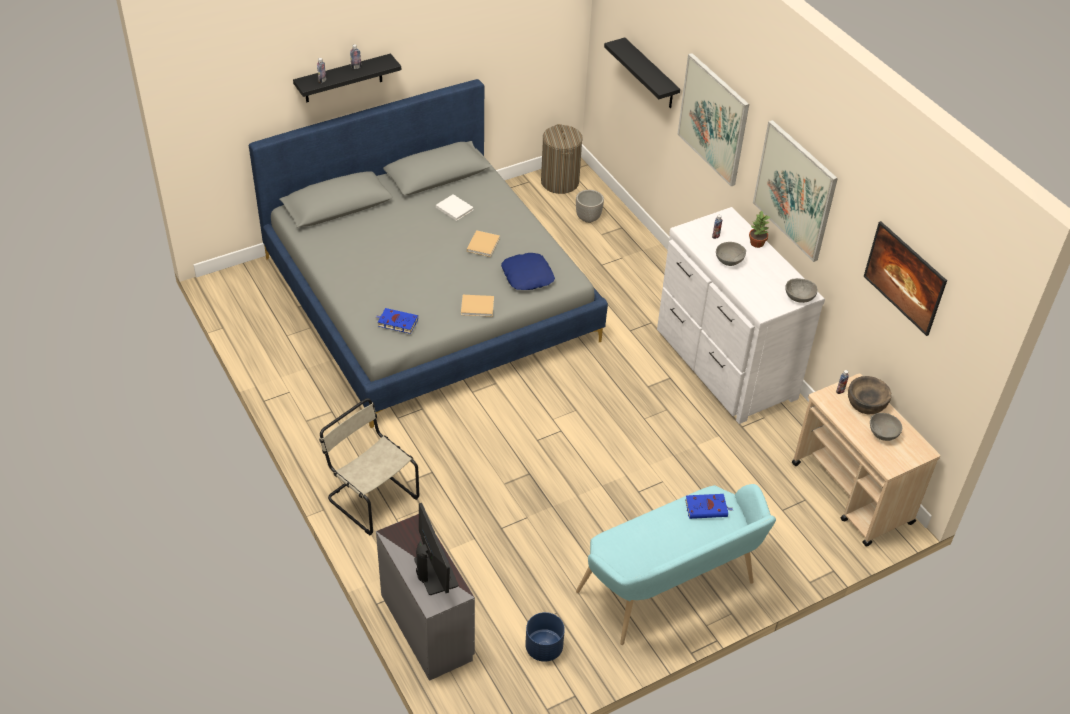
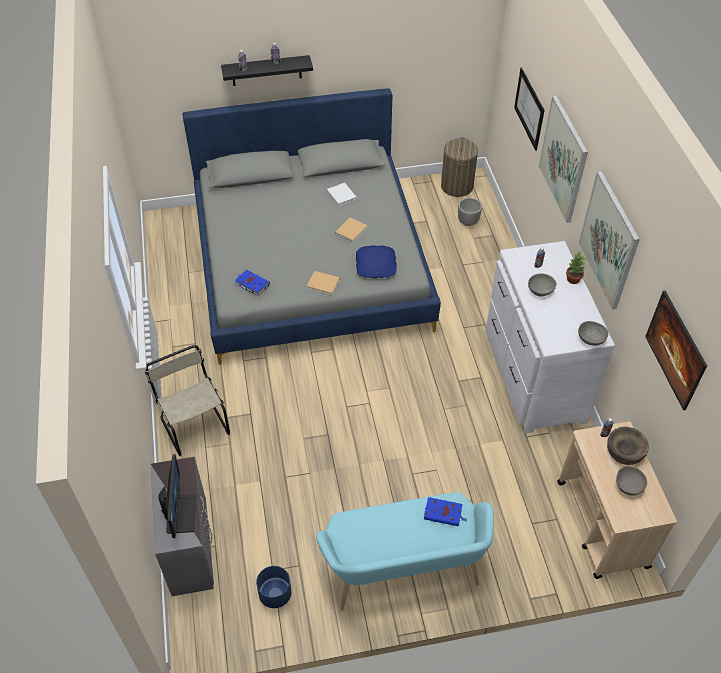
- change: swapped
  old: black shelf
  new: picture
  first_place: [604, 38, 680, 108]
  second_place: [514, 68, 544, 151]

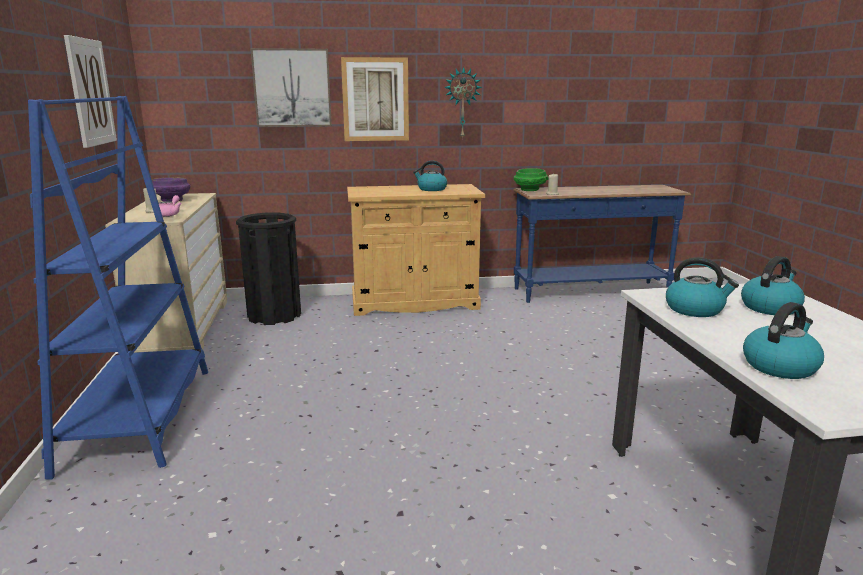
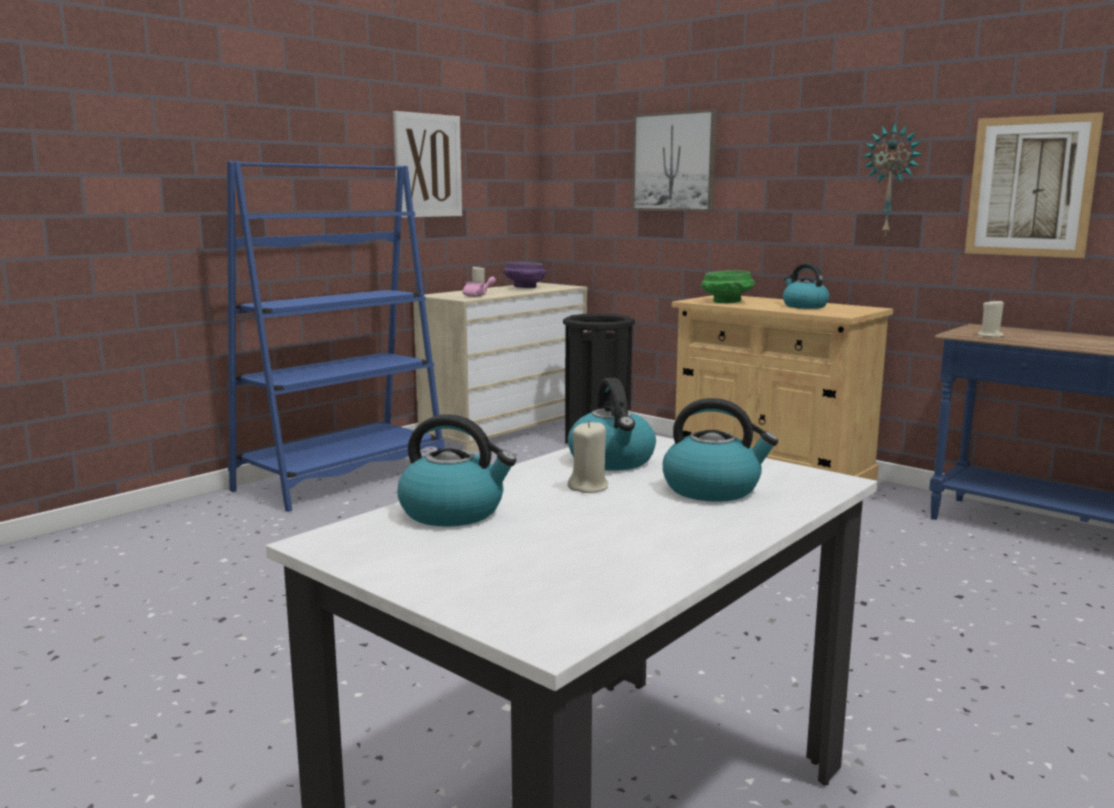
- change: shifted
  old: picture
  first_place: [341, 57, 409, 141]
  second_place: [965, 112, 1104, 258]
- change: shifted
  old: green bowl
  first_place: [513, 168, 549, 191]
  second_place: [701, 270, 755, 303]
- change: new
  new: beige candle
  second_place: [567, 421, 608, 493]

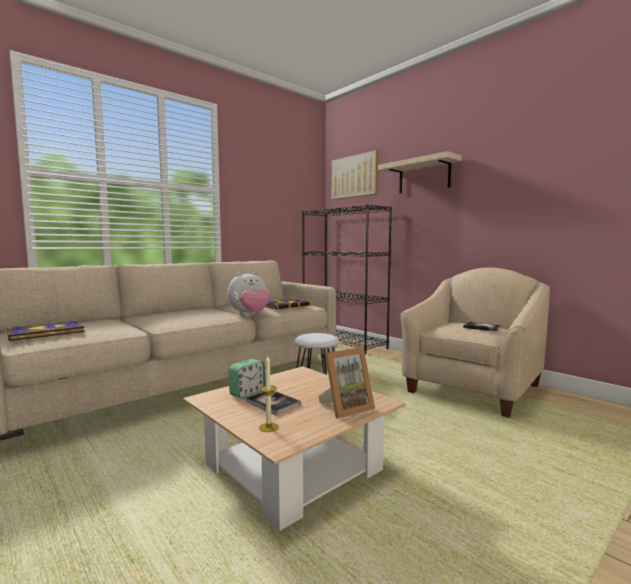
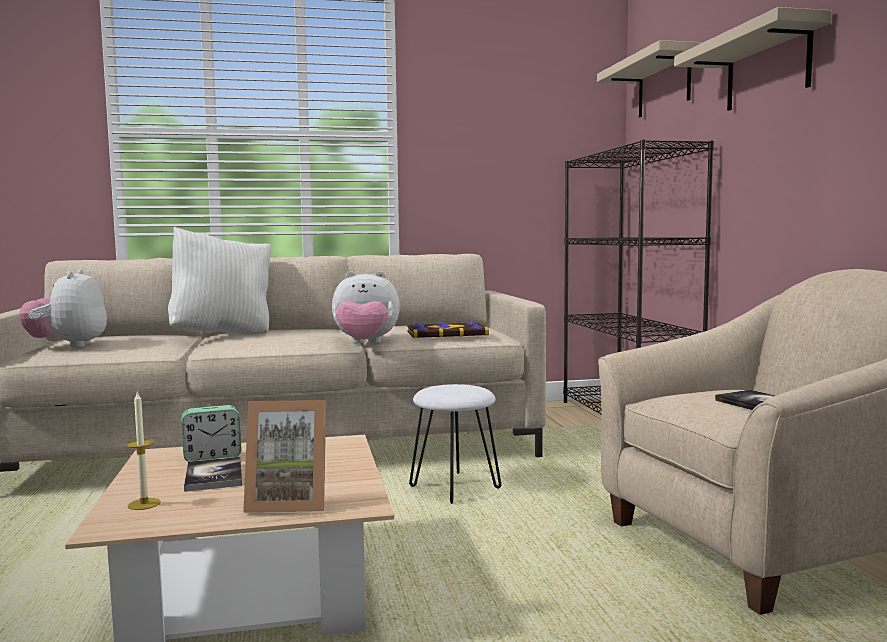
- change: swapped
  old: book
  new: plush toy
  first_place: [7, 321, 85, 341]
  second_place: [19, 270, 107, 348]
- change: swapped
  old: picture
  new: beige shelf
  first_place: [331, 150, 379, 200]
  second_place: [597, 40, 702, 117]
- change: new
  new: white pillow
  second_place: [168, 227, 271, 334]

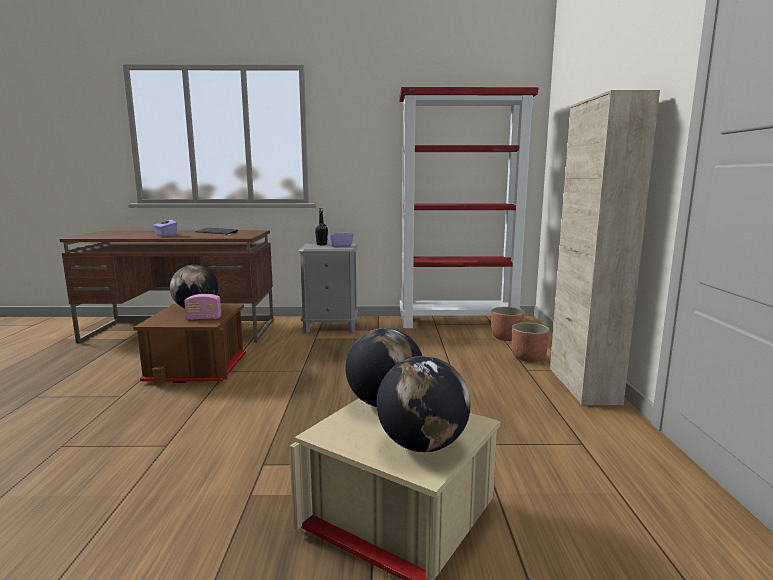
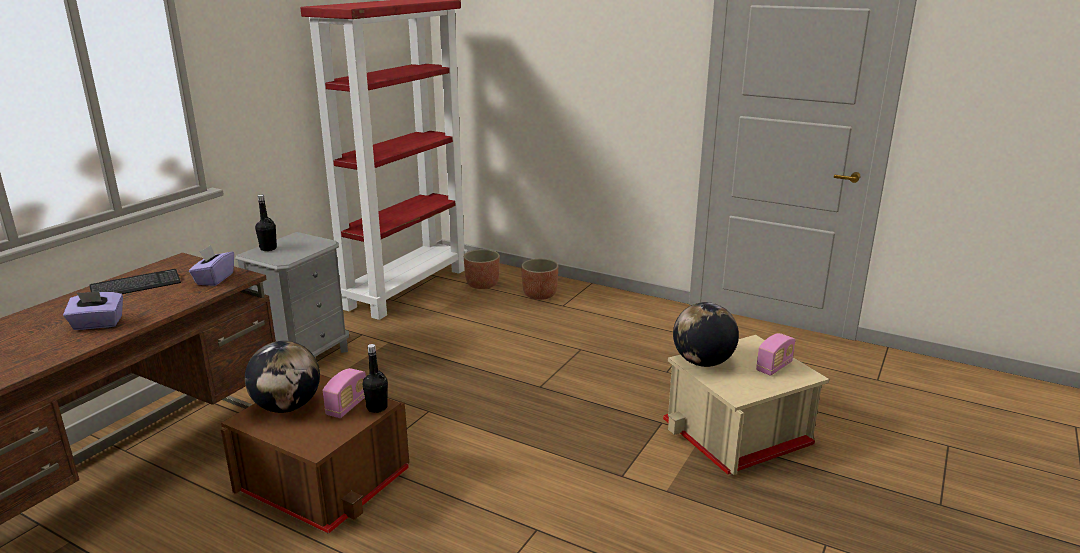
- change: shifted
  old: purple tissue box
  first_place: [327, 227, 354, 247]
  second_place: [189, 245, 234, 286]
- change: swapped
  old: globe
  new: radio
  first_place: [376, 356, 471, 452]
  second_place: [756, 333, 796, 376]
- change: gone
  old: beige cabinet
  first_place: [550, 90, 660, 405]
- change: new
  new: black bottle
  second_place: [363, 344, 388, 413]

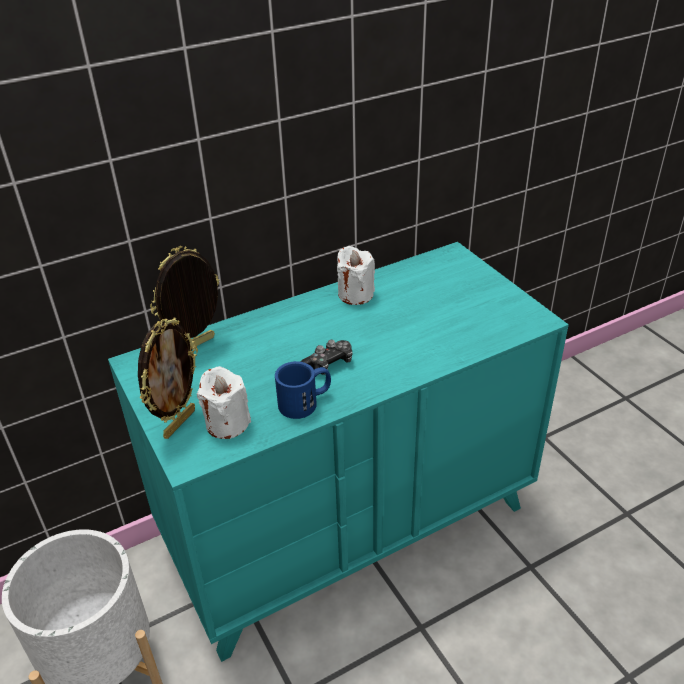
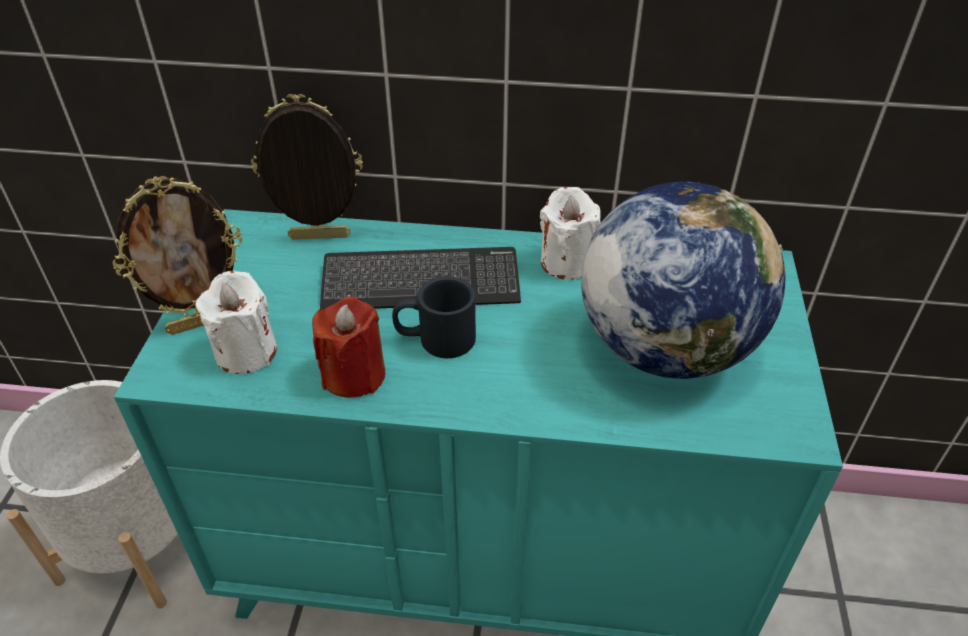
- change: swapped
  old: blue mug
  new: red candle
  first_place: [275, 361, 331, 419]
  second_place: [312, 296, 385, 398]
- change: swapped
  old: game controller
  new: black mug
  first_place: [300, 340, 353, 375]
  second_place: [392, 276, 476, 358]
- change: new
  new: keyboard
  second_place: [320, 247, 521, 309]
- change: new
  new: globe
  second_place: [581, 182, 786, 379]

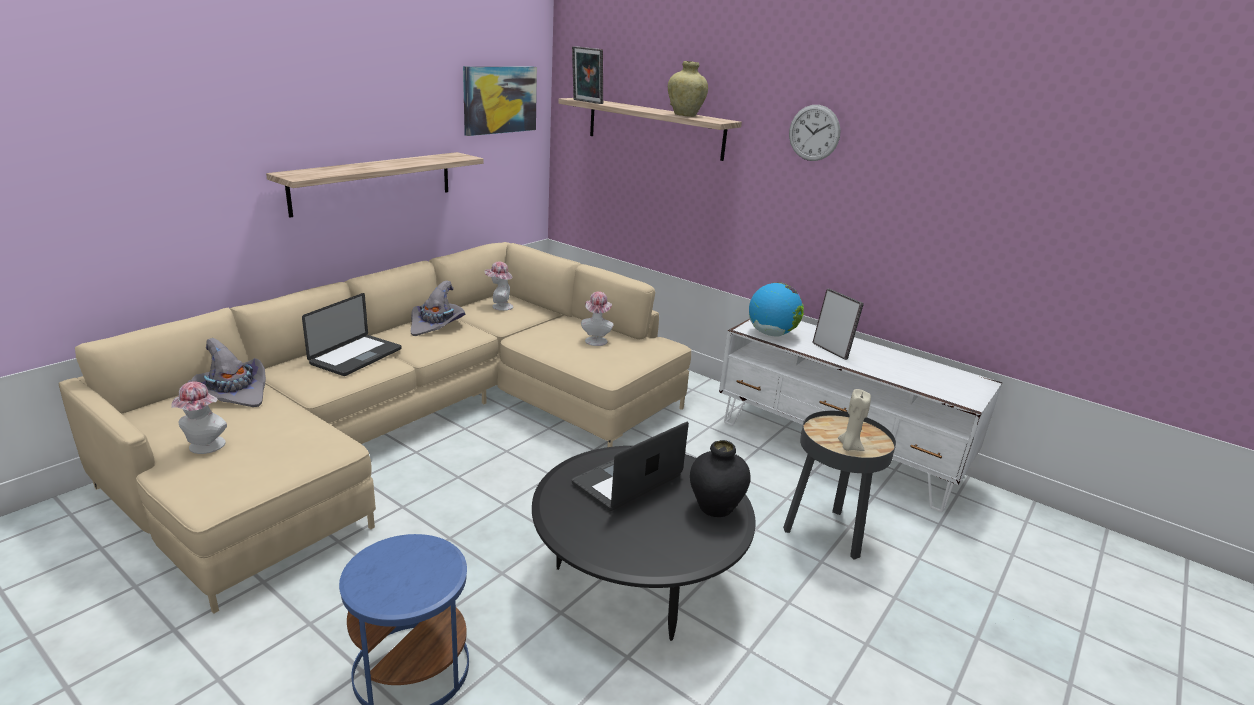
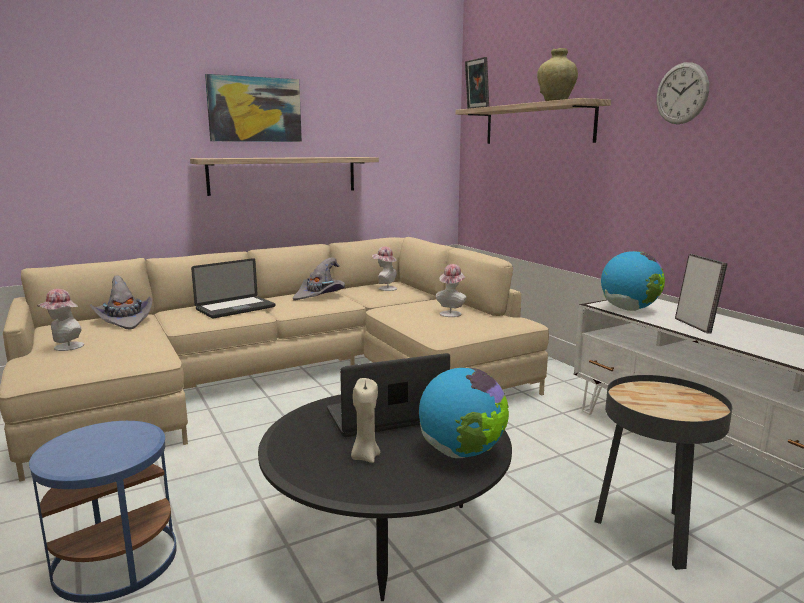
- change: shifted
  old: picture
  first_place: [463, 66, 537, 136]
  second_place: [205, 74, 302, 142]
- change: swapped
  old: black vase
  new: globe
  first_place: [690, 440, 751, 517]
  second_place: [419, 367, 509, 458]
- change: shifted
  old: beige candle
  first_place: [838, 389, 871, 451]
  second_place: [351, 378, 380, 463]

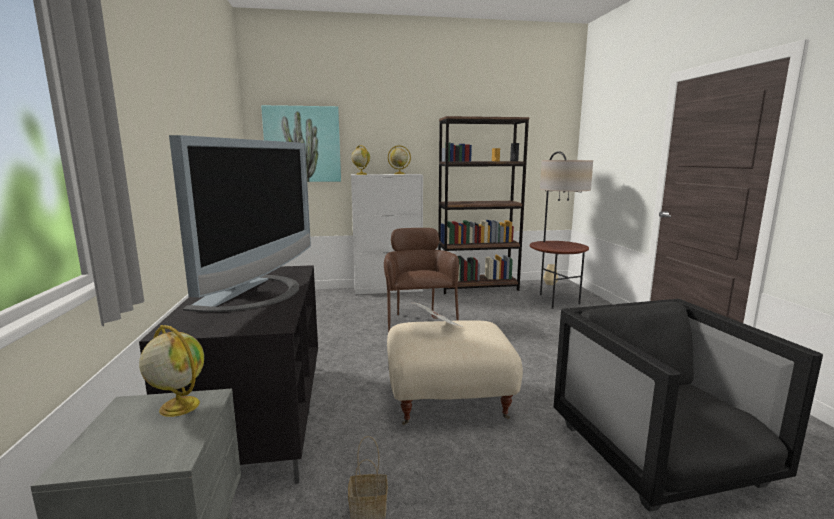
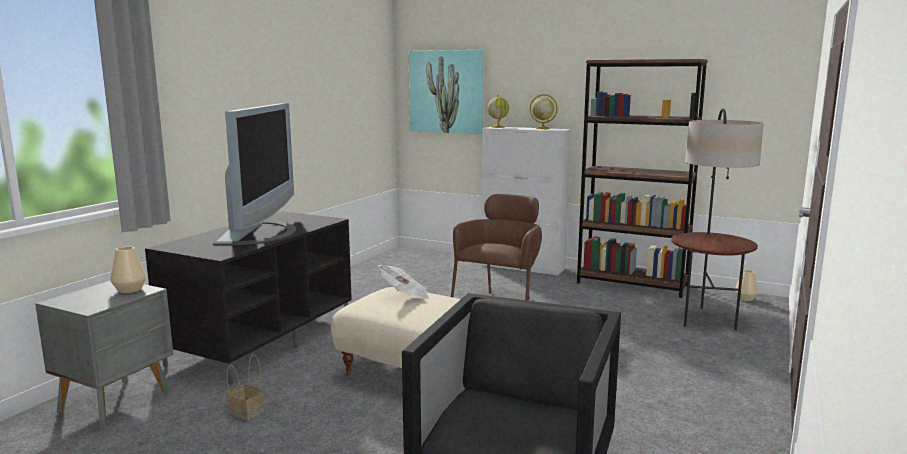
- change: swapped
  old: globe
  new: beige vase
  first_place: [139, 325, 204, 417]
  second_place: [110, 246, 147, 293]
- change: rotated
  old: television
  first_place: [169, 135, 311, 312]
  second_place: [213, 103, 296, 245]
  degrees: -45

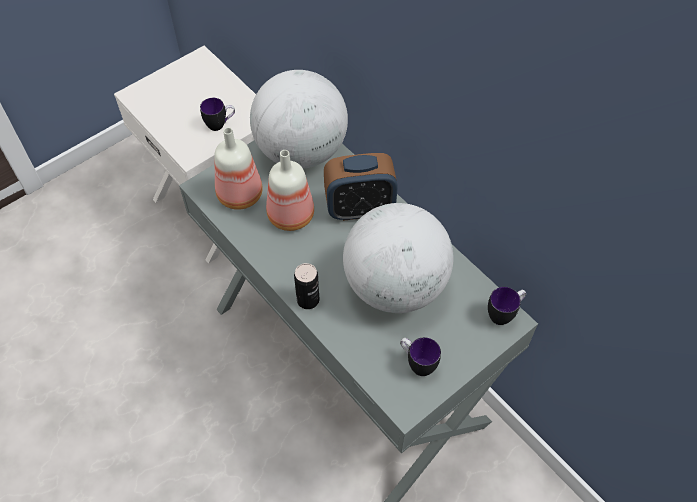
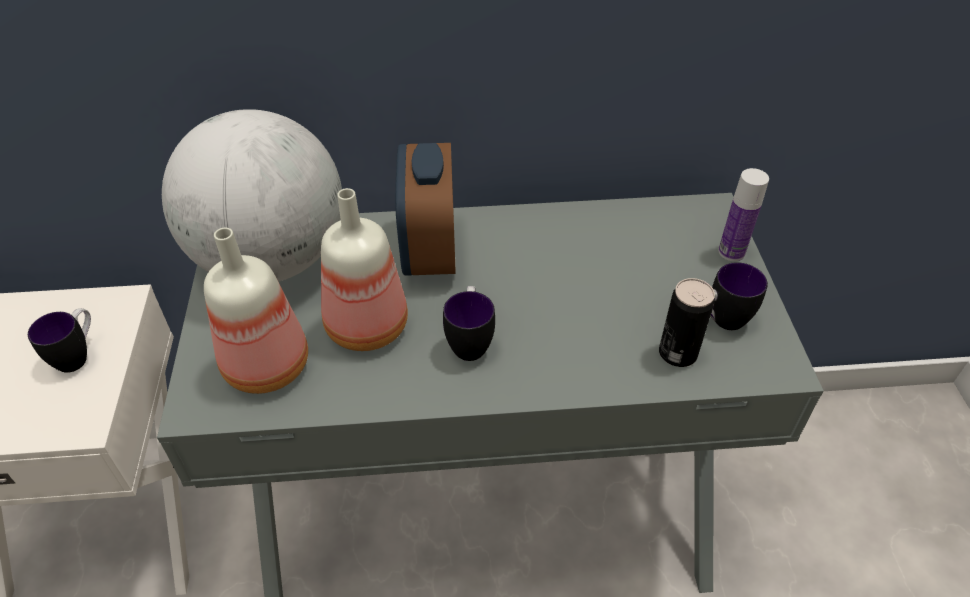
- change: shifted
  old: can
  first_place: [294, 263, 319, 309]
  second_place: [659, 278, 715, 367]
- change: rotated
  old: alarm clock
  first_place: [324, 153, 398, 221]
  second_place: [395, 143, 456, 276]
  degrees: 150
- change: gone
  old: globe
  first_place: [343, 203, 453, 313]
- change: shifted
  old: mug
  first_place: [488, 287, 526, 325]
  second_place: [443, 286, 495, 361]
- change: new
  new: bottle
  second_place: [718, 168, 769, 261]

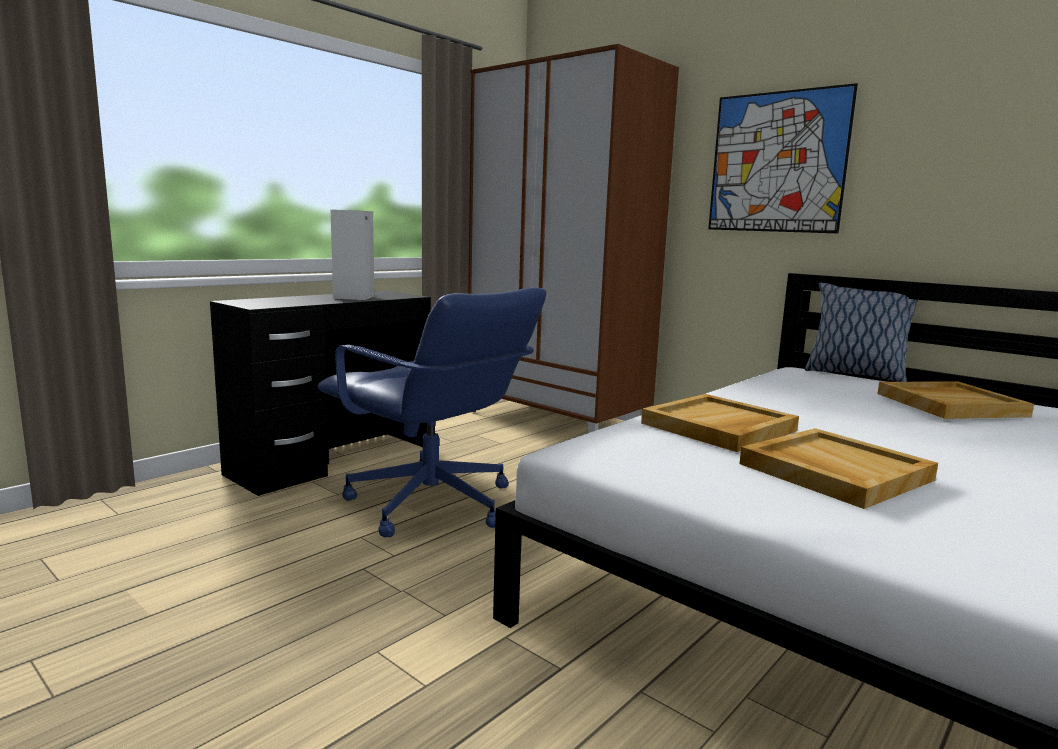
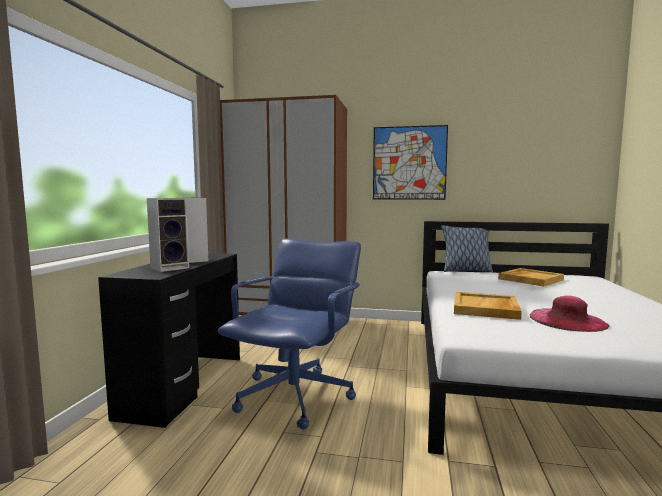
- change: rotated
  old: blue office chair
  first_place: [318, 287, 546, 537]
  second_place: [218, 238, 361, 429]
  degrees: -75
- change: swapped
  old: beige tray
  new: pink hat
  first_place: [739, 428, 938, 509]
  second_place: [530, 295, 609, 332]
- change: new
  new: speaker
  second_place: [147, 198, 189, 272]

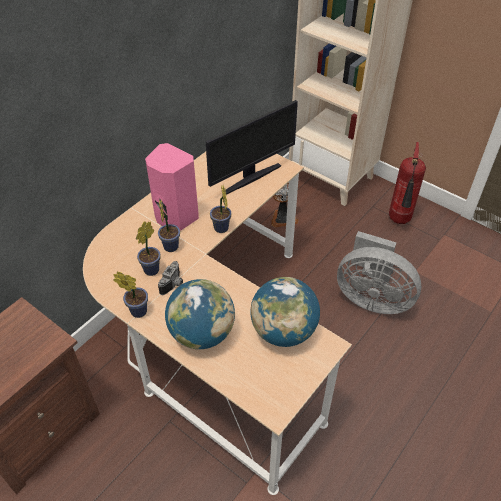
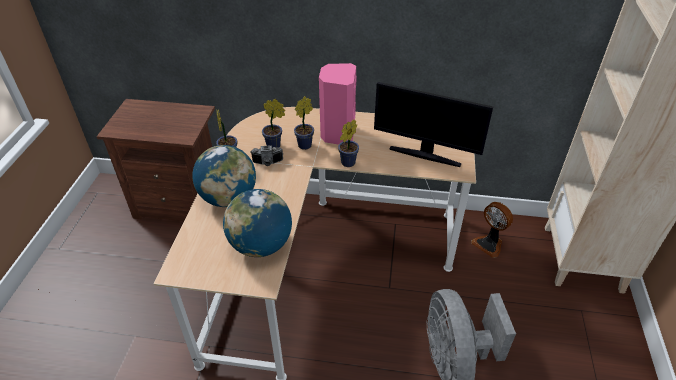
- change: gone
  old: fire extinguisher
  first_place: [389, 142, 426, 224]

